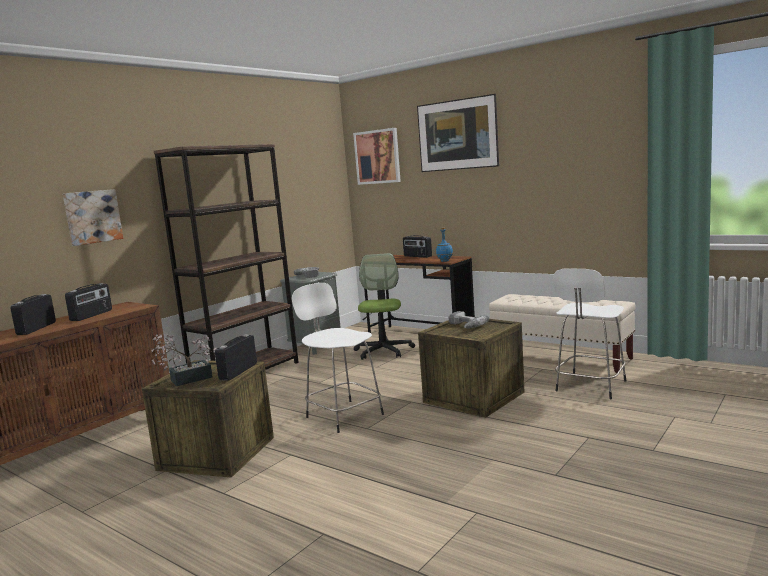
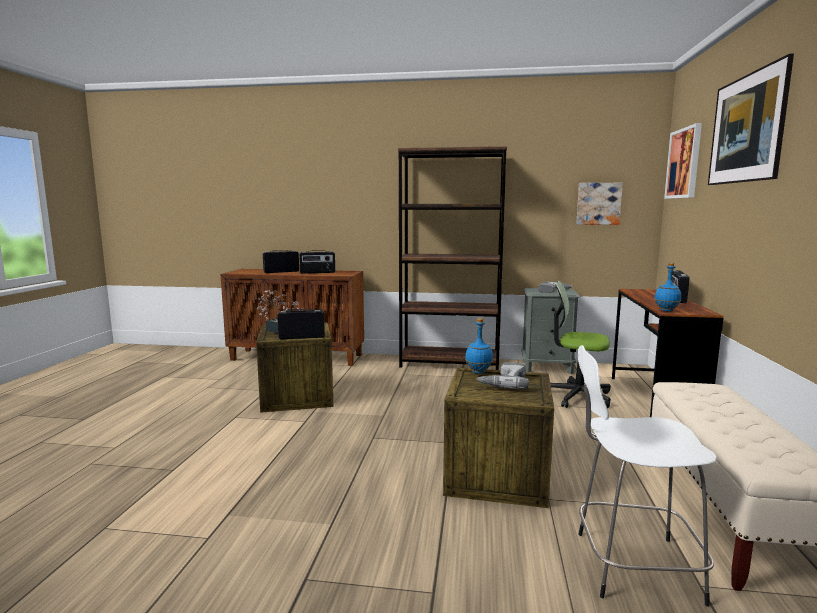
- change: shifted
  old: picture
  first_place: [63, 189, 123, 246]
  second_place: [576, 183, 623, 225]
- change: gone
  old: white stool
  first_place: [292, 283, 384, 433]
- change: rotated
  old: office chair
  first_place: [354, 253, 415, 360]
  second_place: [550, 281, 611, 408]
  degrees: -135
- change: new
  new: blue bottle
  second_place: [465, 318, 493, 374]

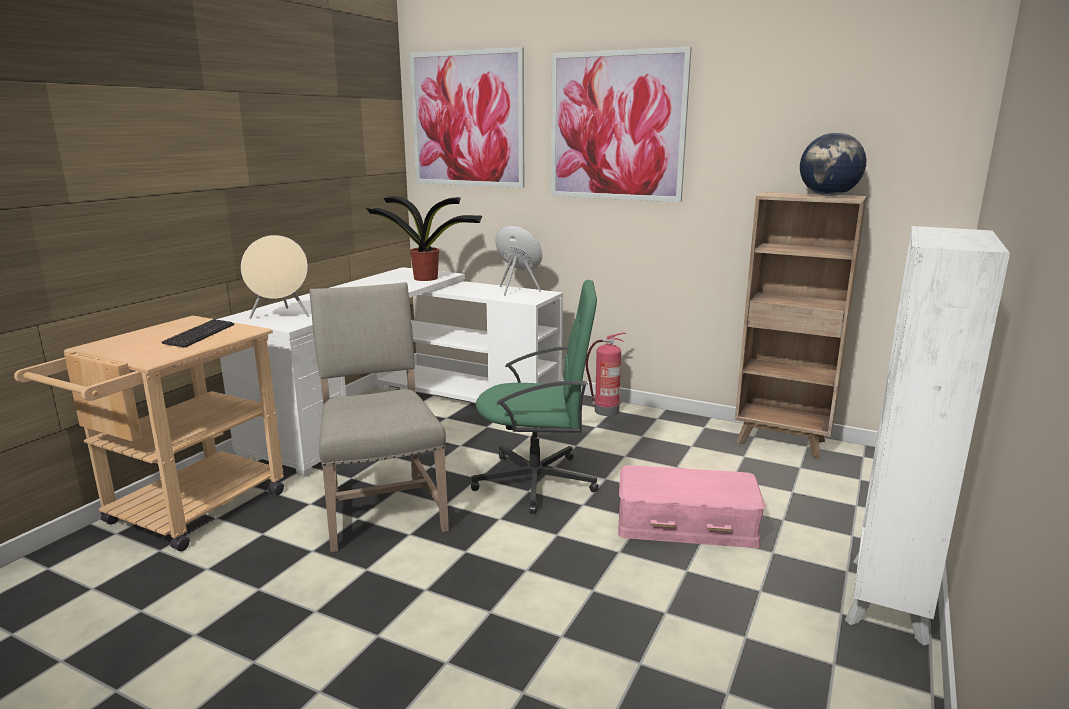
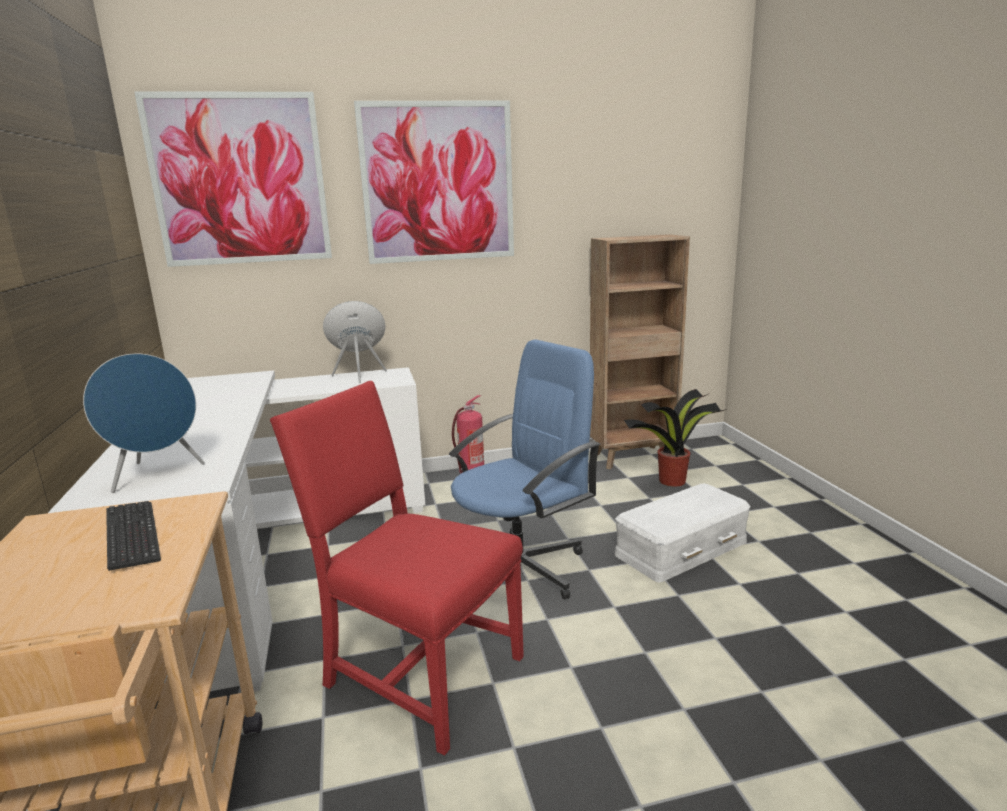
- change: repainted
  old: beige speaker
  new: blue speaker
  first_place: [241, 235, 309, 319]
  second_place: [83, 353, 205, 493]
- change: repainted
  old: beige chair
  new: red chair
  first_place: [309, 282, 449, 552]
  second_place: [270, 381, 524, 756]
- change: shifted
  old: potted plant
  first_place: [366, 196, 482, 281]
  second_place: [624, 389, 727, 487]
- change: repainted
  old: green office chair
  new: blue office chair
  first_place: [471, 280, 599, 514]
  second_place: [449, 339, 600, 600]
- change: repainted
  old: pink storage box
  new: white storage box
  first_place: [618, 465, 765, 548]
  second_place: [615, 483, 751, 583]
- change: gone
  old: globe
  first_place: [800, 132, 866, 196]
- change: gone
  old: white bookcase
  first_place: [845, 226, 1010, 645]

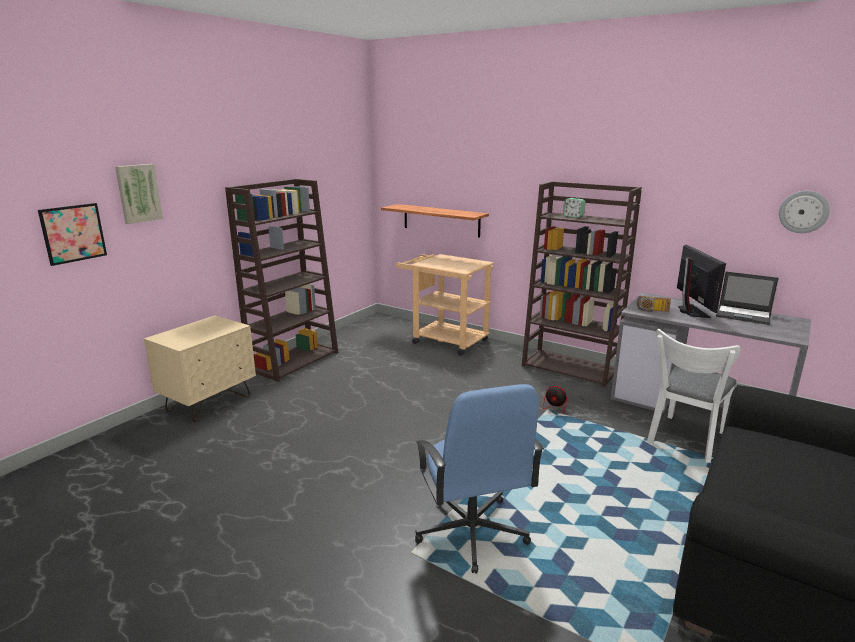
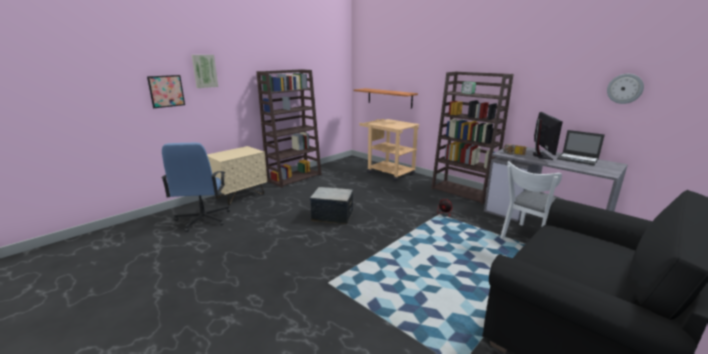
- change: shifted
  old: blue office chair
  first_place: [415, 384, 544, 574]
  second_place: [162, 143, 230, 232]
- change: new
  new: storage box
  second_place: [310, 187, 354, 224]

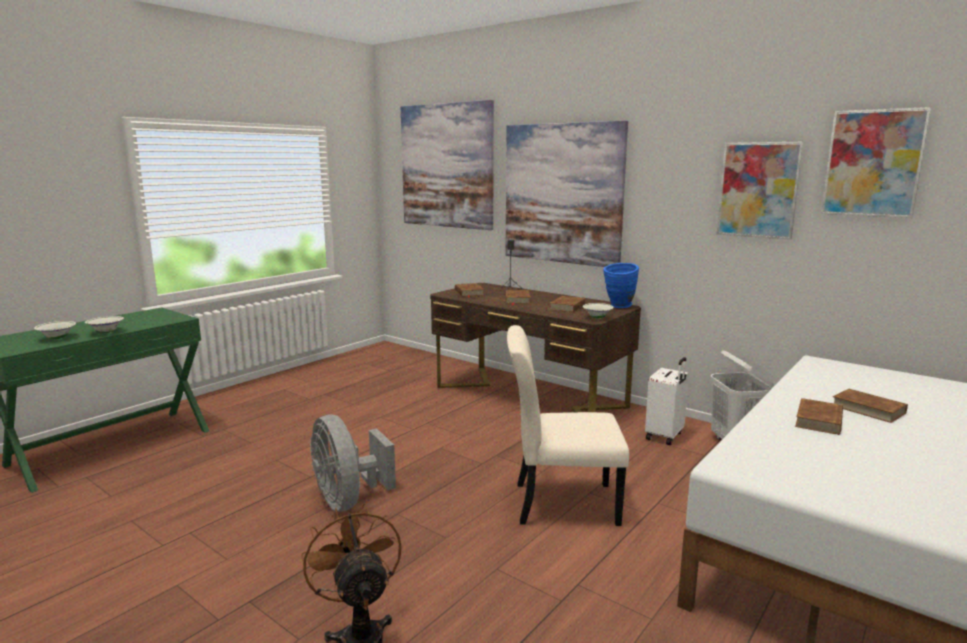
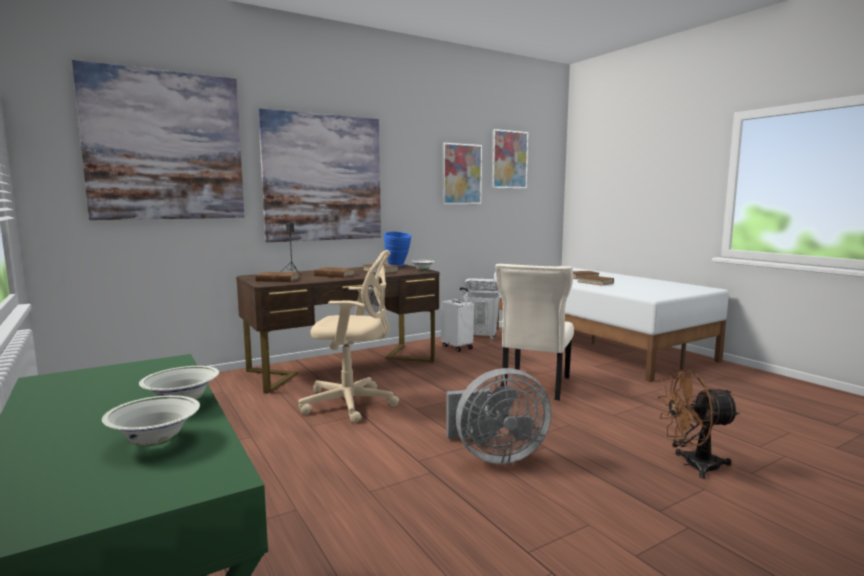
- change: new
  new: beige office chair
  second_place: [298, 250, 399, 423]

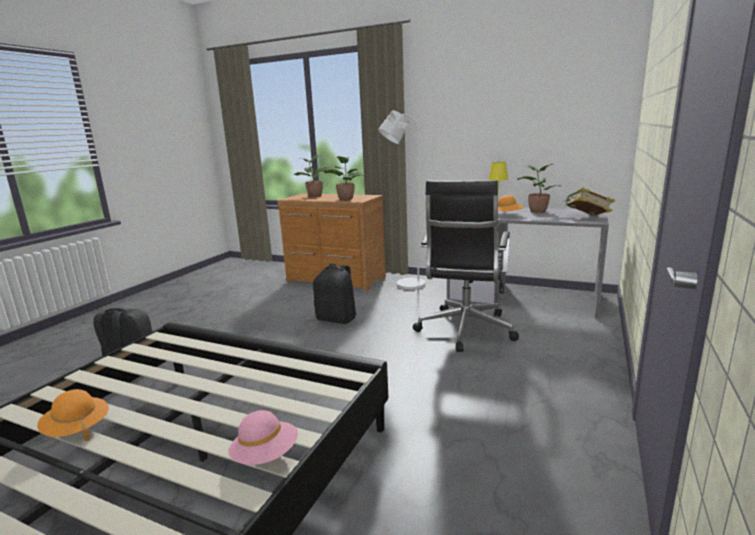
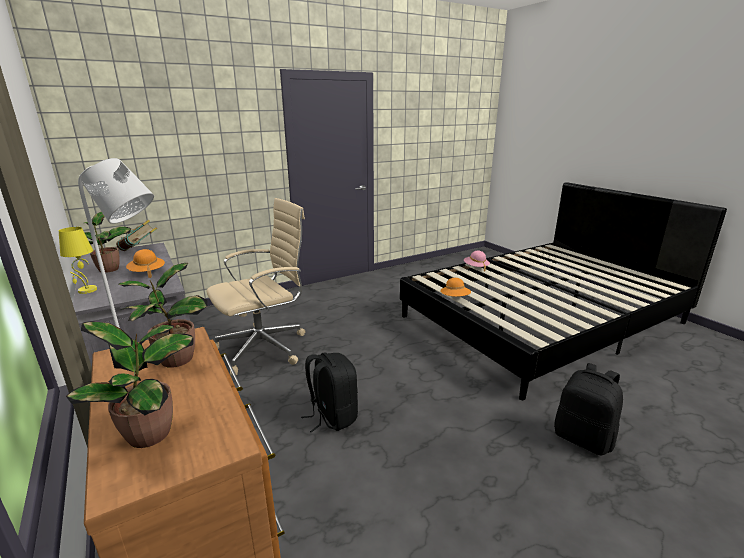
- change: shifted
  old: orange hat
  first_place: [37, 389, 109, 441]
  second_place: [440, 278, 471, 297]
- change: repainted
  old: black office chair
  new: beige office chair
  first_place: [413, 180, 519, 352]
  second_place: [206, 198, 305, 376]

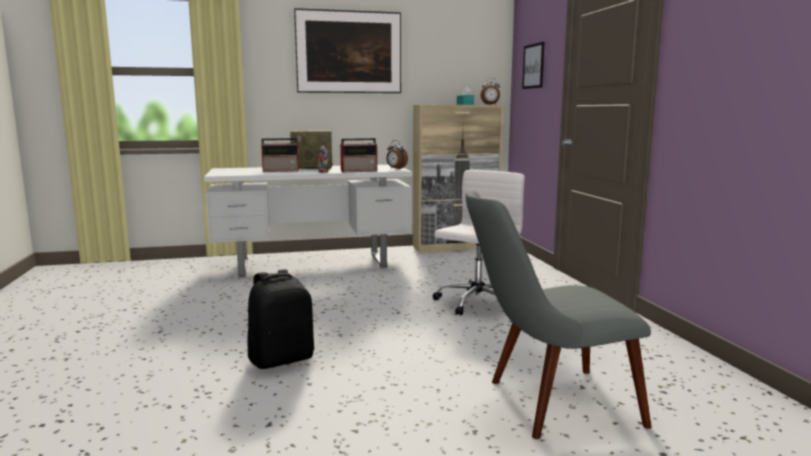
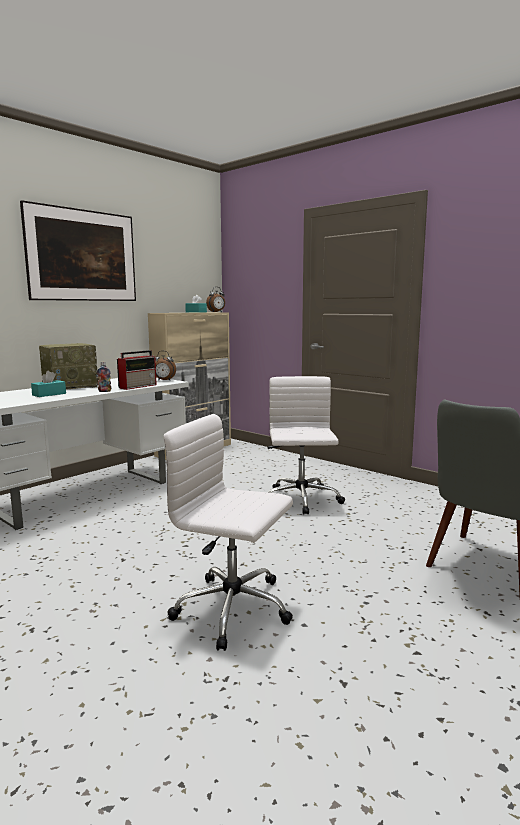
- change: swapped
  old: black backpack
  new: white office chair
  first_place: [247, 269, 314, 369]
  second_place: [163, 414, 293, 651]
- change: swapped
  old: radio
  new: turquoise tissue box
  first_place: [261, 138, 300, 172]
  second_place: [31, 371, 66, 397]
- change: gone
  old: picture
  first_place: [522, 42, 544, 89]

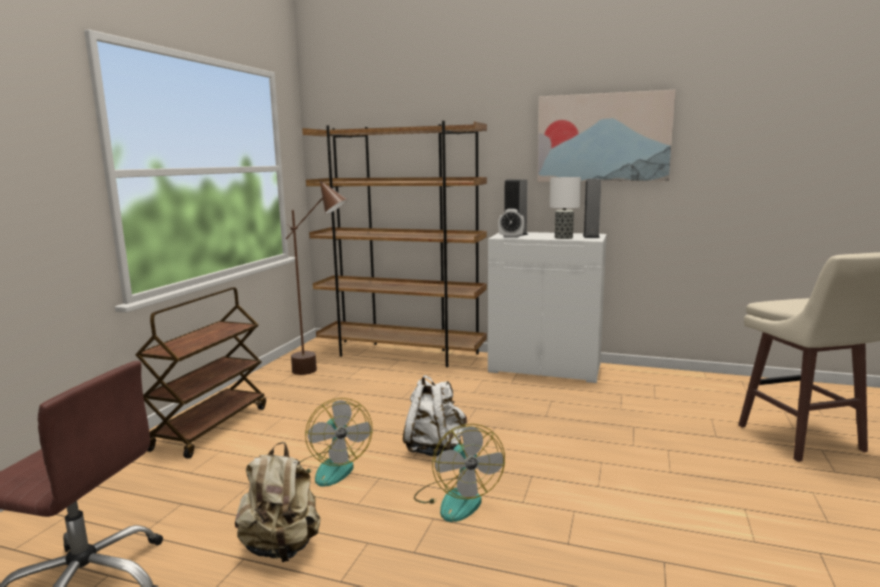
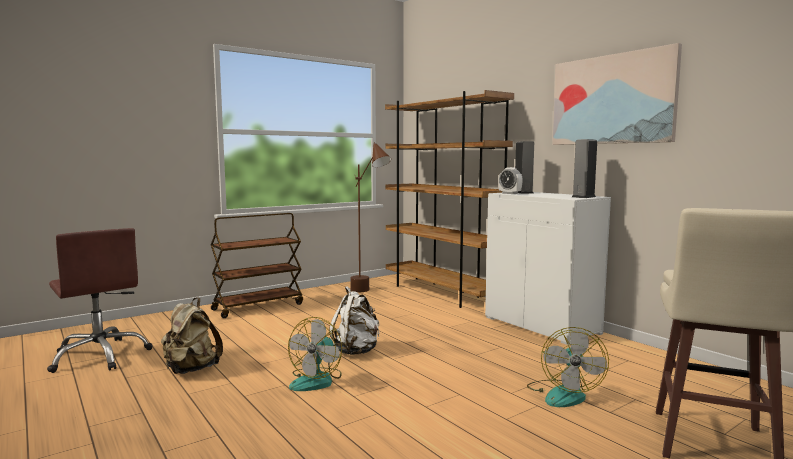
- change: shifted
  old: fan
  first_place: [300, 398, 373, 487]
  second_place: [527, 327, 609, 407]
- change: gone
  old: table lamp
  first_place: [550, 177, 581, 239]

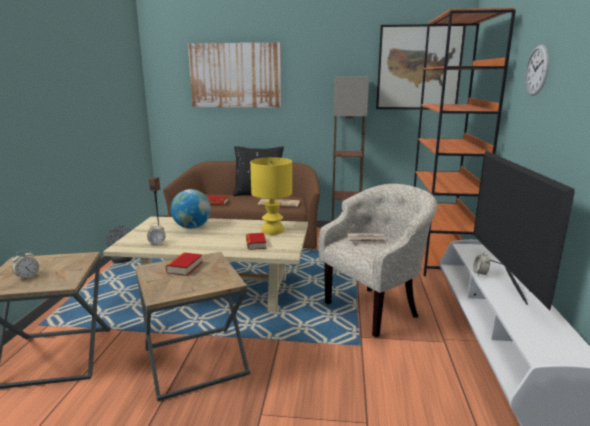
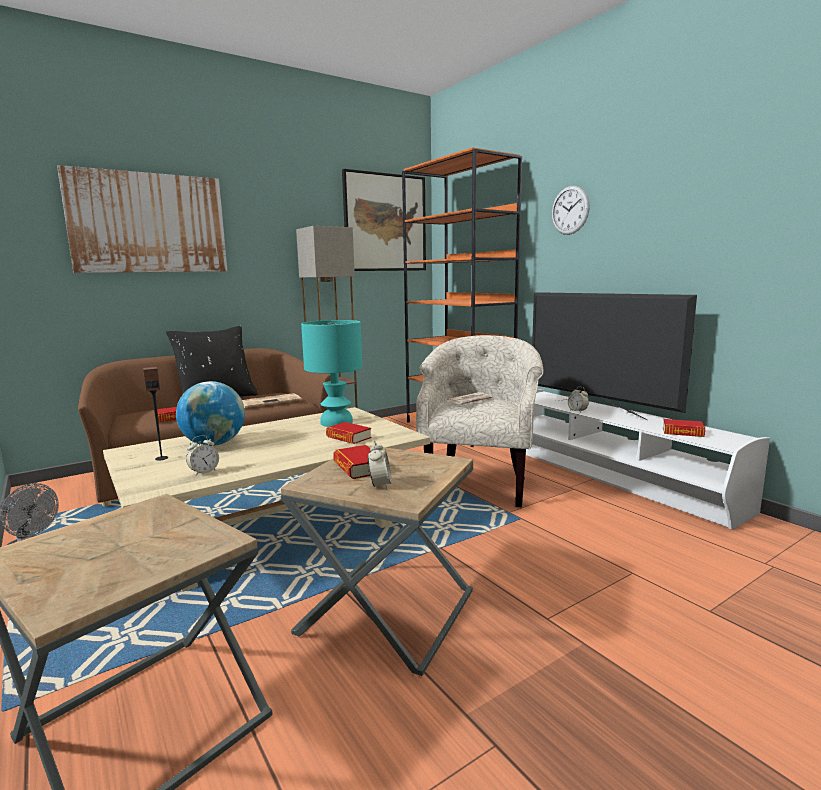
- change: shifted
  old: alarm clock
  first_place: [12, 250, 39, 280]
  second_place: [368, 440, 392, 489]
- change: repainted
  old: yellow table lamp
  new: turquoise table lamp
  first_place: [250, 158, 292, 235]
  second_place: [301, 320, 362, 427]
- change: new
  new: book
  second_place: [663, 419, 705, 437]

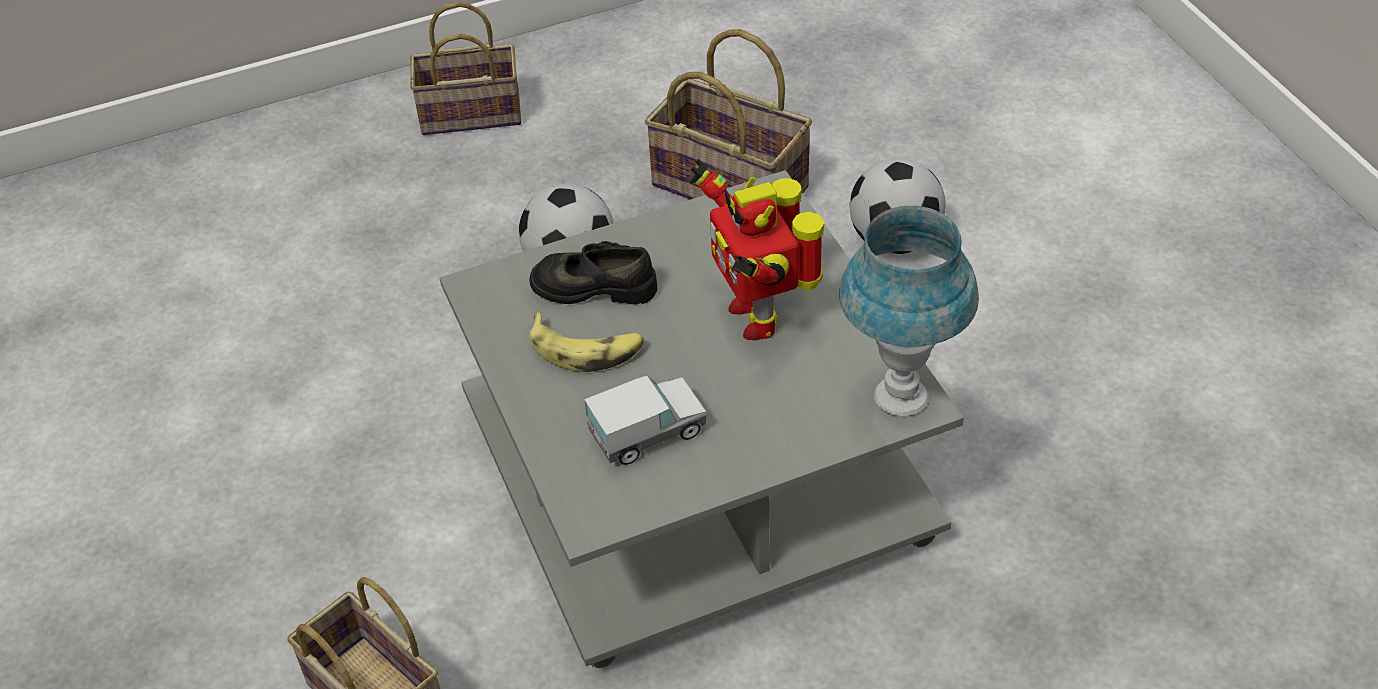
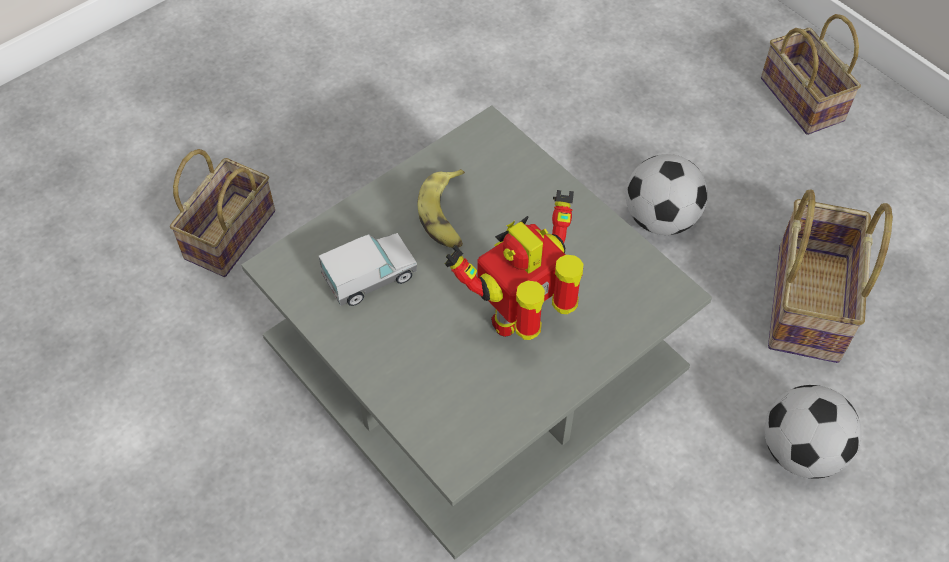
- change: gone
  old: black shoe
  first_place: [530, 241, 657, 304]
- change: rotated
  old: toy truck
  first_place: [584, 376, 706, 465]
  second_place: [318, 233, 417, 306]
  degrees: -75
- change: gone
  old: blue table lamp
  first_place: [839, 206, 979, 416]

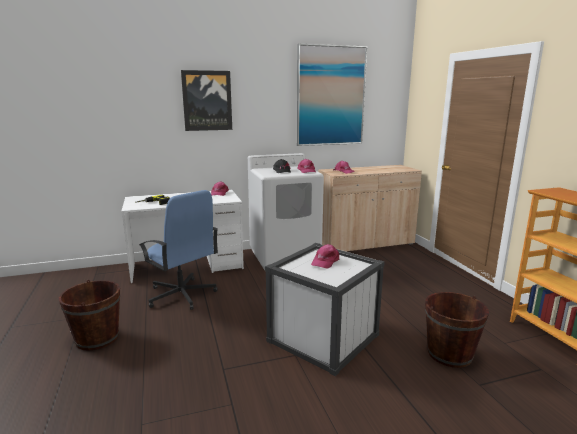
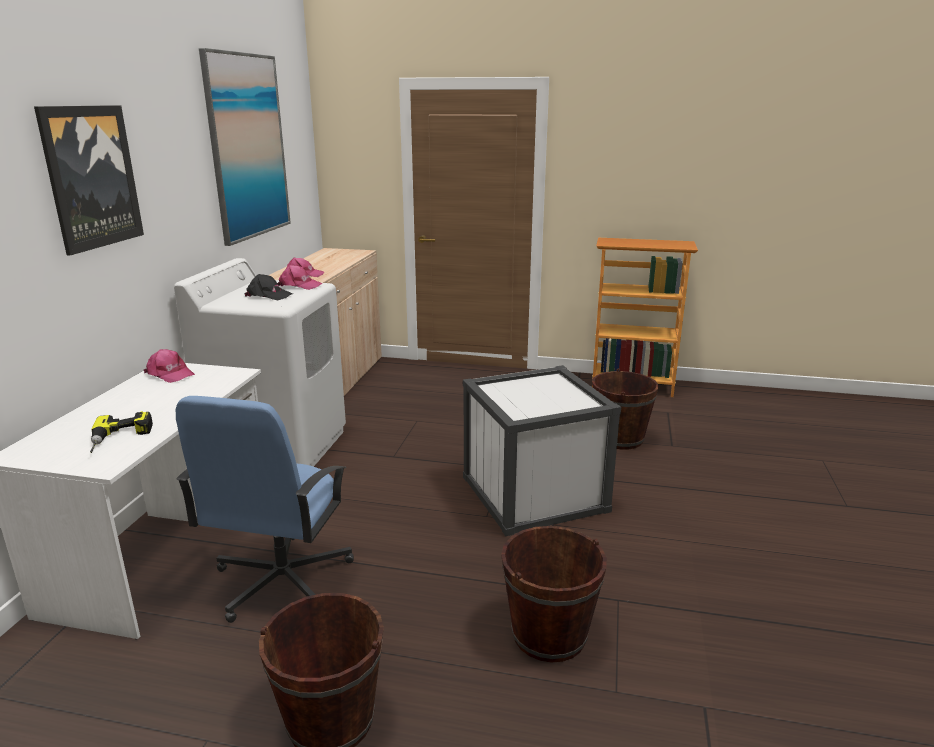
- change: rotated
  old: blue office chair
  first_place: [139, 190, 218, 310]
  second_place: [176, 396, 354, 623]
  degrees: 120
- change: gone
  old: pink cap
  first_place: [311, 244, 339, 269]
- change: new
  new: brown bucket
  second_place: [501, 526, 607, 663]

